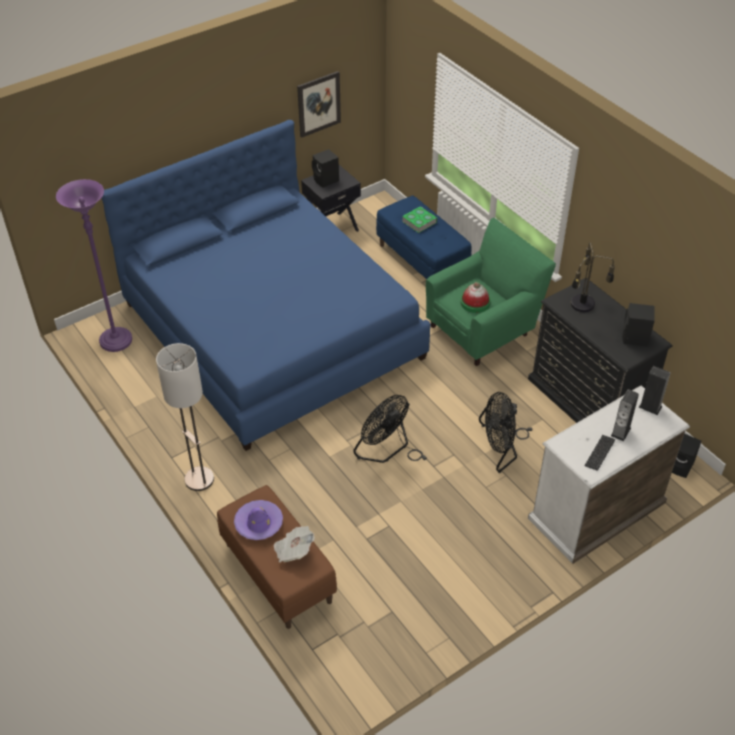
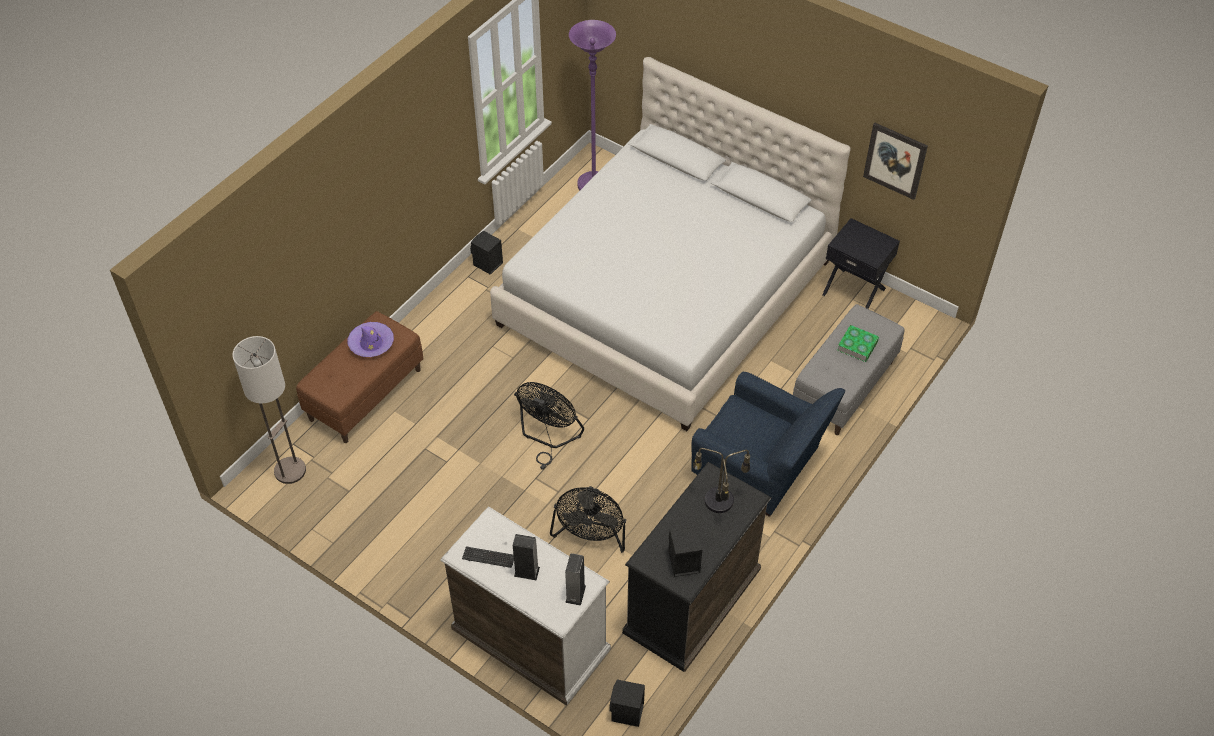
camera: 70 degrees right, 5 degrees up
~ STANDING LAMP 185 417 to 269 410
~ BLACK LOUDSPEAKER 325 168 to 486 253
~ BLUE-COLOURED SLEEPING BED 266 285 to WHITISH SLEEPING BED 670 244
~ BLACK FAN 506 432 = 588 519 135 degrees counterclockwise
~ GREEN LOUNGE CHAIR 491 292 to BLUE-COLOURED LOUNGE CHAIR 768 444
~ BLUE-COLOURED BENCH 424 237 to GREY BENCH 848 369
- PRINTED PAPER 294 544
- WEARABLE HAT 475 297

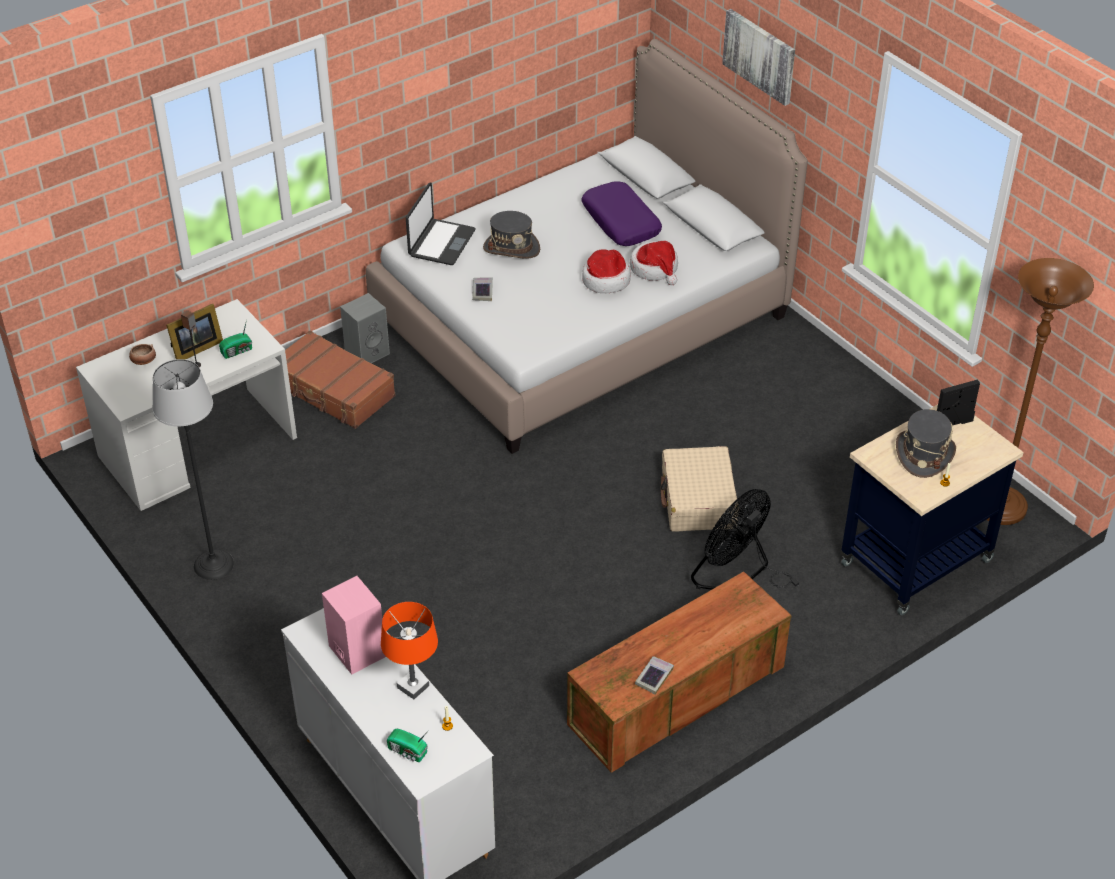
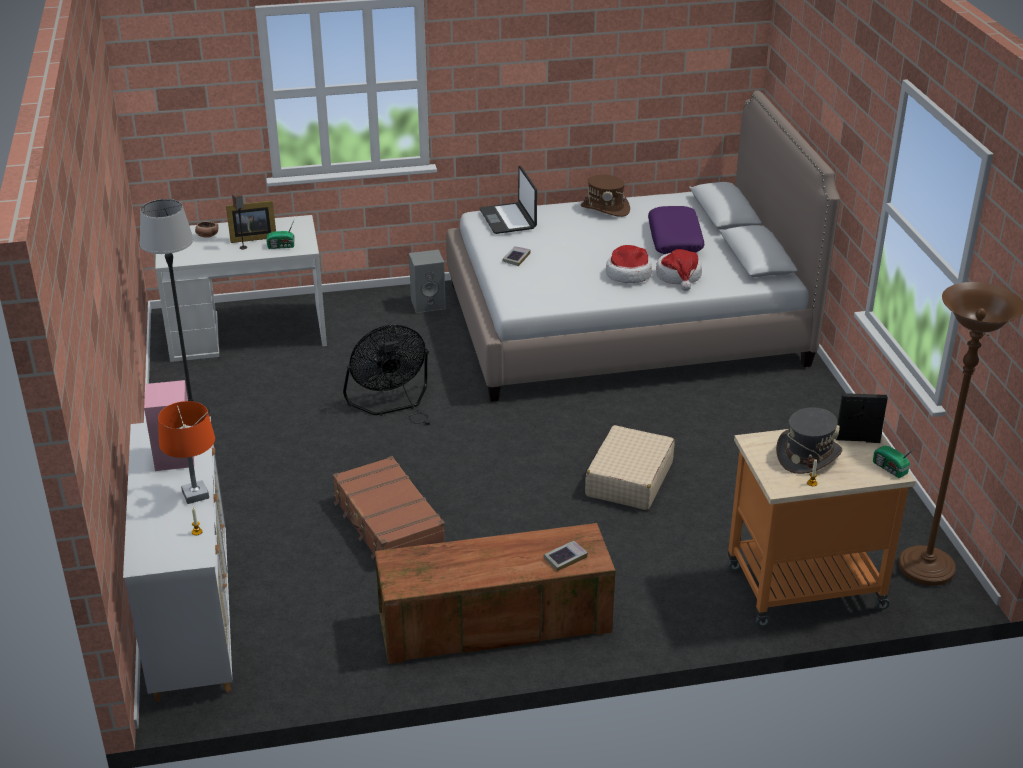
camera: 25 degrees right, 10 degrees down
~ BROWNISH PIECE OF LUGGAGE 340 380 to 389 507
~ BLACK FAN 745 539 to 386 375
~ LAPTOP 440 223 = 508 200 120 degrees clockwise
~ BOOK 654 675 to 566 556
+ BROWNISH WEARABLE HAT 605 196
~ BLUE-COLOURED TROLLEY 932 509 to ORANGE TROLLEY 822 528
~ RADIO SET 408 745 to 894 462
- GREY WEARABLE HAT 511 235
- PICTURE 758 57

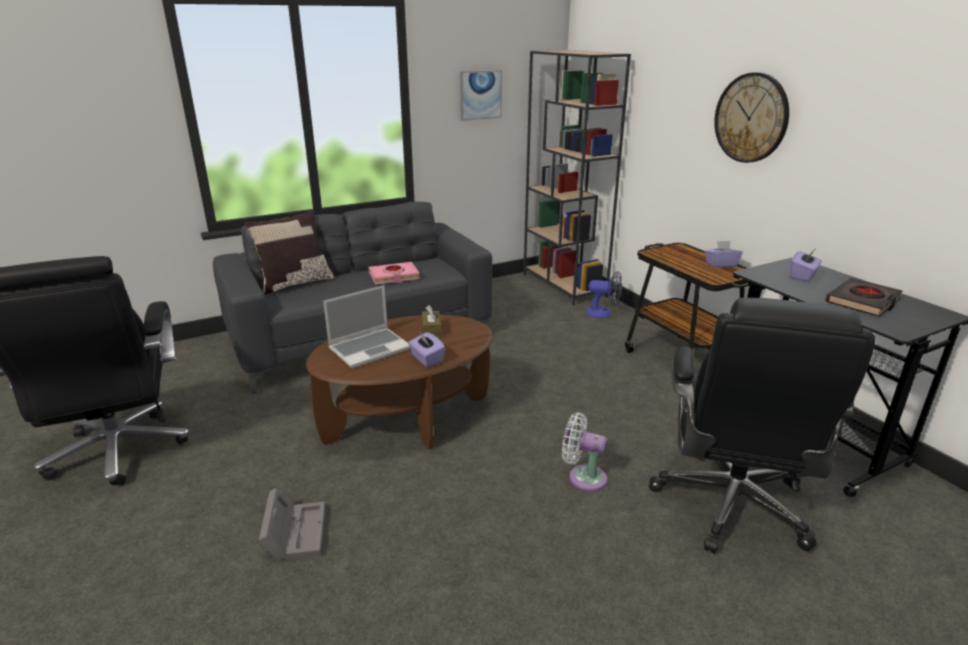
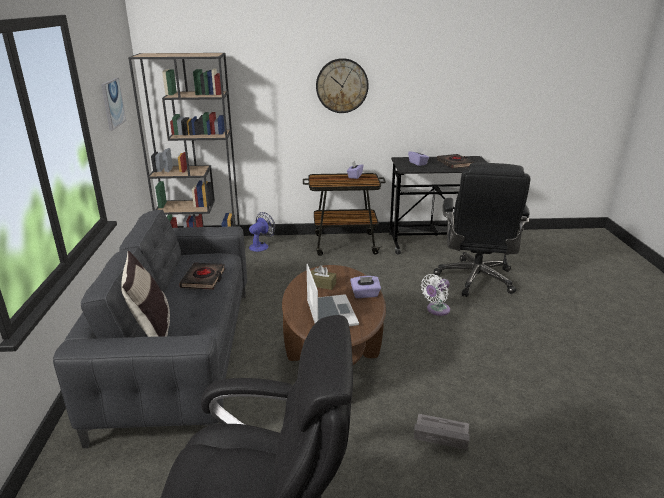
camera: 65 degrees left, 0 degrees up
~ PINKISH BOOK 394 273 to BLACK BOOK 202 276
~ BLACK COMPUTER CHAIR 762 425 = 482 230 60 degrees clockwise

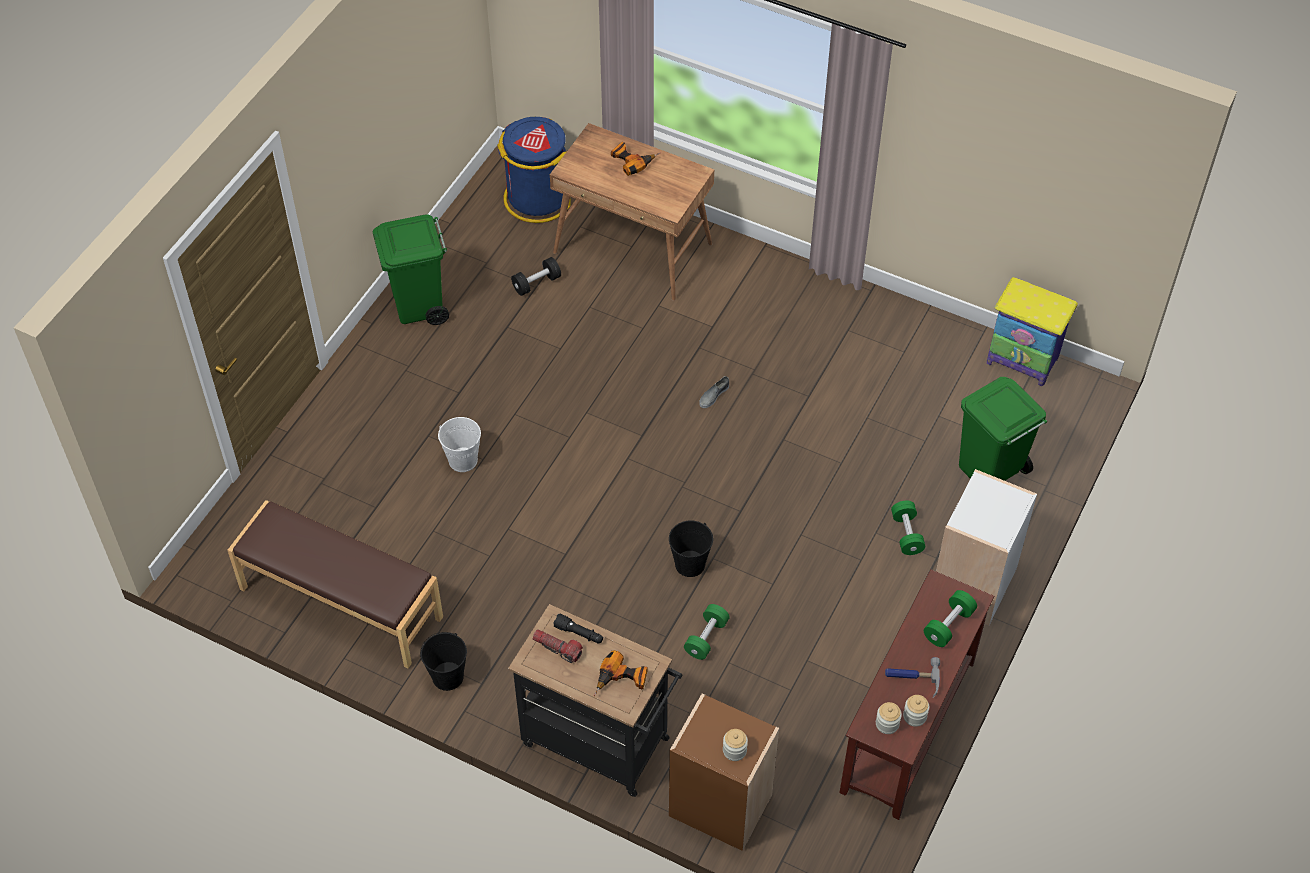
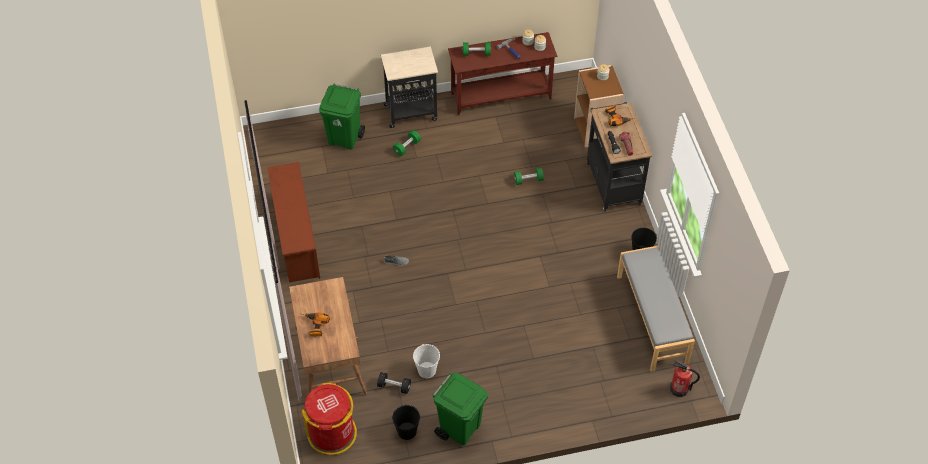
camera: 130 degrees left, 0 degrees up
+ BROWNISH SHOE STAND 293 222
~ BLUE-COLOURED WASTE BIN 534 170 to RED WASTE BIN 329 419
~ WHITISH SHELVING UNIT 986 547 to TROLLEY 409 87
~ BLACK BUCKET 691 549 to 406 422
~ WHITISH BUCKET 459 444 to 426 361
~ BROWNISH BENCH 335 584 to GREY BENCH 656 309
+ FIRE EXTINGUISHER 685 378
- NIGHT TABLE 1032 331

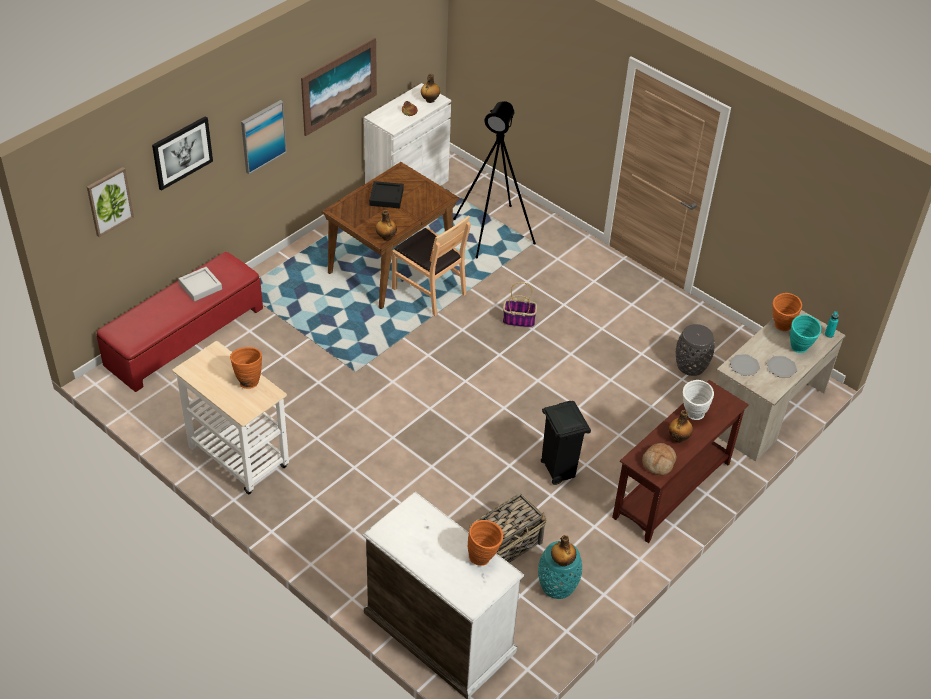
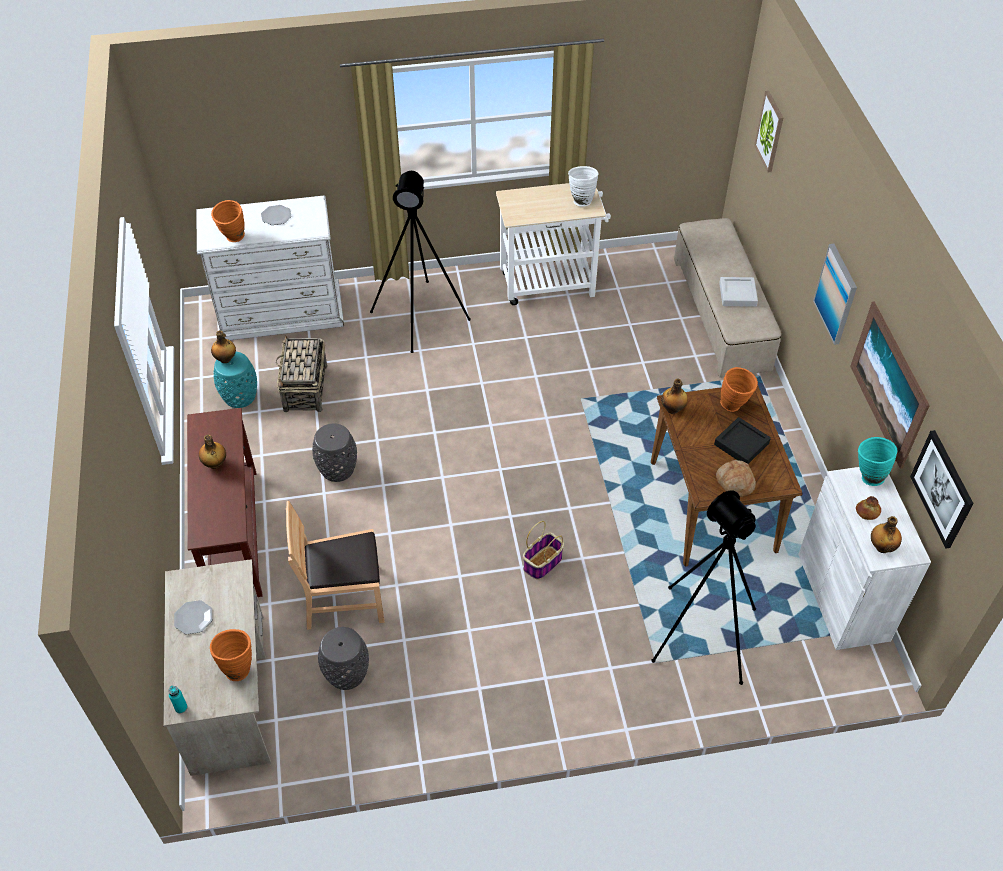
camera: 130 degrees right, 5 degrees up
~ DINNER PLATE 745 365 to 276 215
~ BROWNISH PLAIN CHAIR 431 265 to 335 565
~ BLACK WASTE BIN 566 443 to GREY STOOL SEAT 334 452
+ BLACK STANDING LAMP 420 262
~ WHITISH VASE 698 400 to 583 186
~ RED BENCH 180 322 to SAND-COLOURED BENCH 727 298
~ BAKERY BREAD 659 459 to 736 478
~ ORANGE VASE 246 368 to 739 389
~ TURQUOISE VASE 805 334 to 877 461
~ PICTURE 182 153 to 942 489

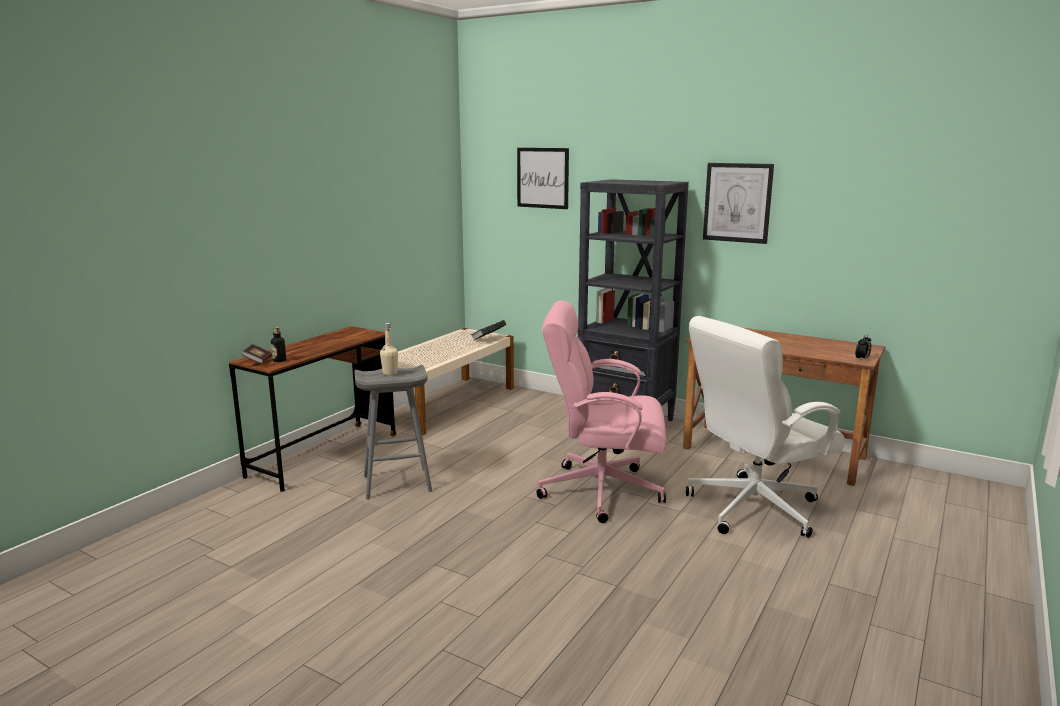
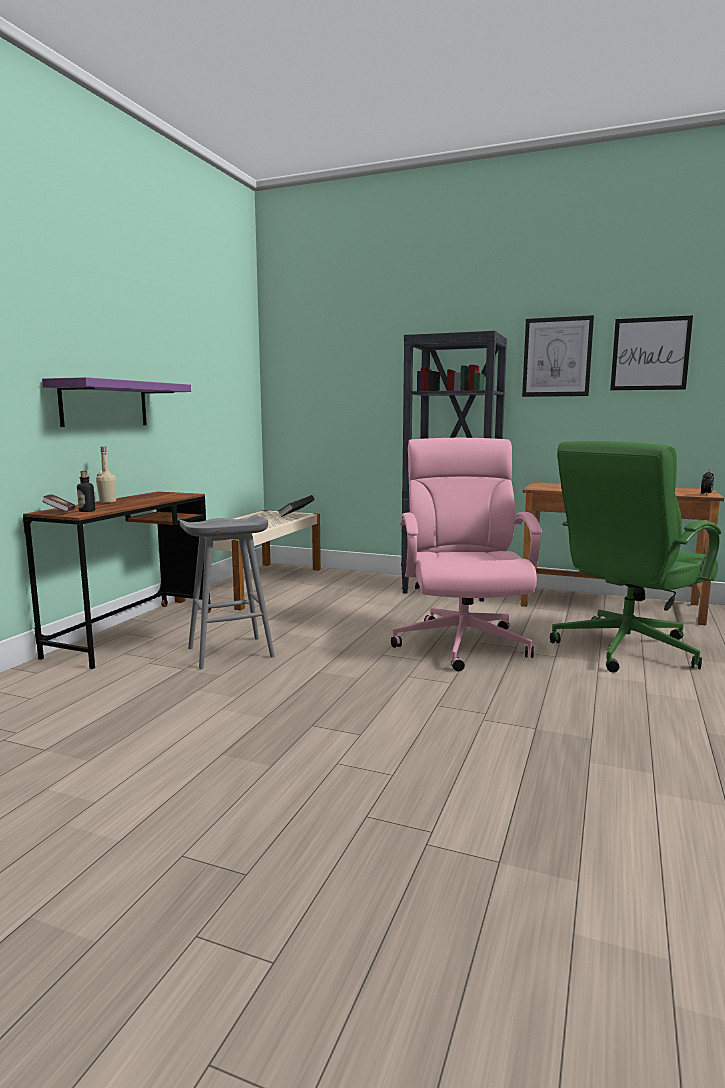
camera: 10 degrees left, 5 degrees down
+ PURPLE-COLOURED BRACKET SHELF 116 402
~ SAND-COLOURED BEVERAGE BOTTLE 389 349 to 106 475
~ PINKISH COMPUTER CHAIR 601 412 = 466 555 90 degrees clockwise
~ WHITISH COMPUTER CHAIR 765 427 to GREEN COMPUTER CHAIR 636 556
~ PICTURE 543 178 to 651 352

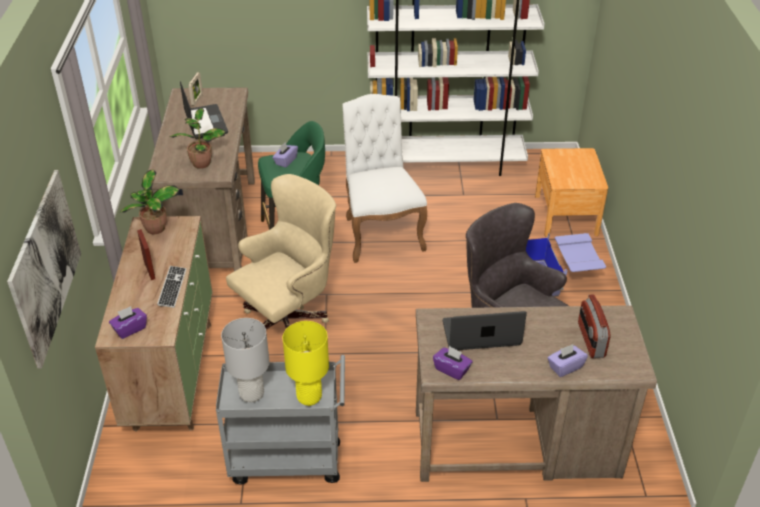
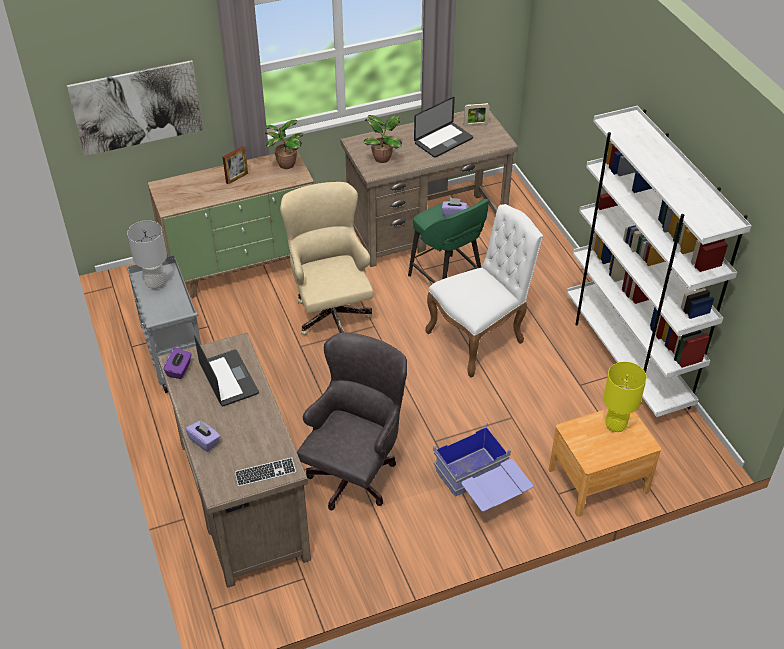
camera: 70 degrees right, 5 degrees up
~ PC KEYBOARD 172 287 to 265 472
~ SAND-COLOURED COMPUTER CHAIR 281 251 = 327 258 135 degrees counterclockwise
~ YELLOWISH LAMP FOR A TABLE 306 363 to 625 397
- PURPLE-COLOURED TISSUE HOLDER 128 322
- RADIO SET 594 326

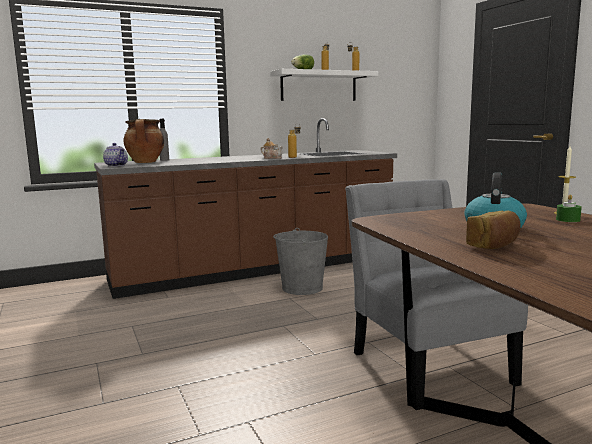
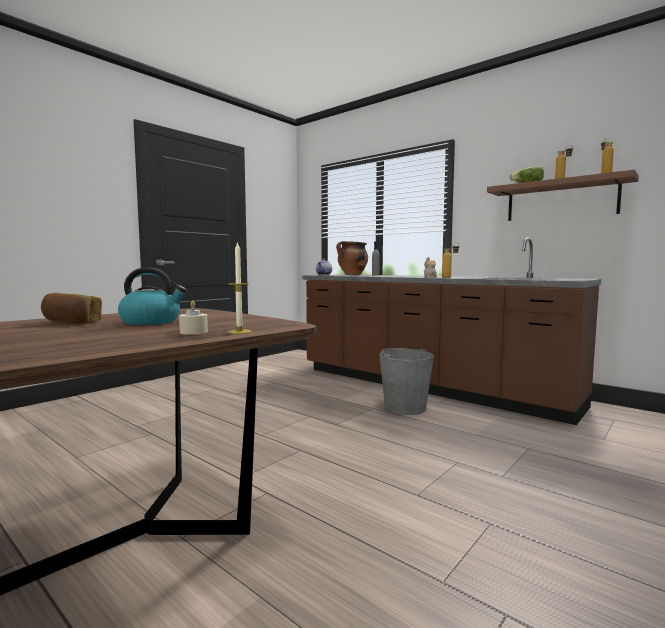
camera: 65 degrees right, 5 degrees down
~ GREEN CANDLE 569 208 to SAND-COLOURED CANDLE 193 317
~ WHITISH BRACKET SHELF 324 85 to BROWNISH BRACKET SHELF 563 195
- GREY PLAIN CHAIR 436 294

